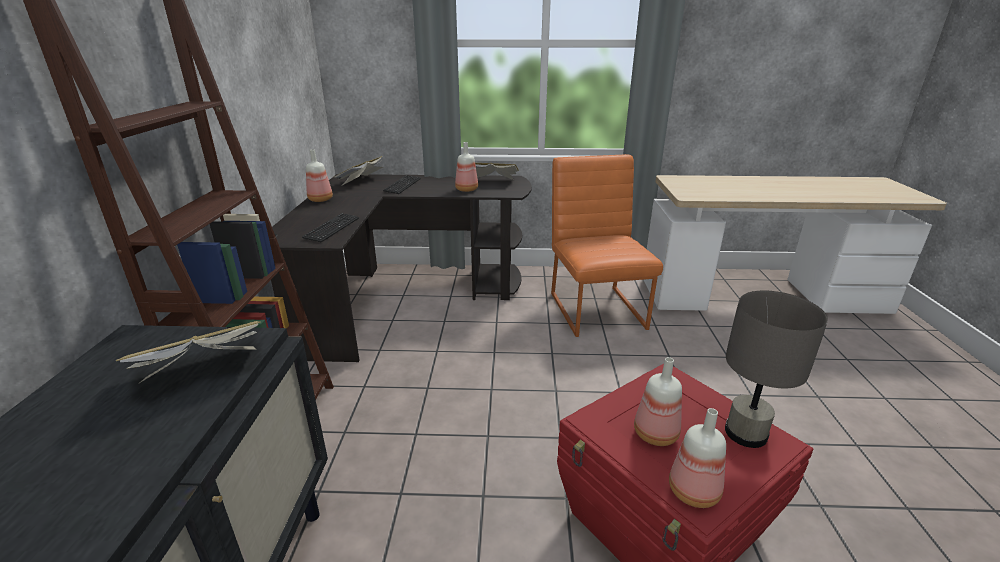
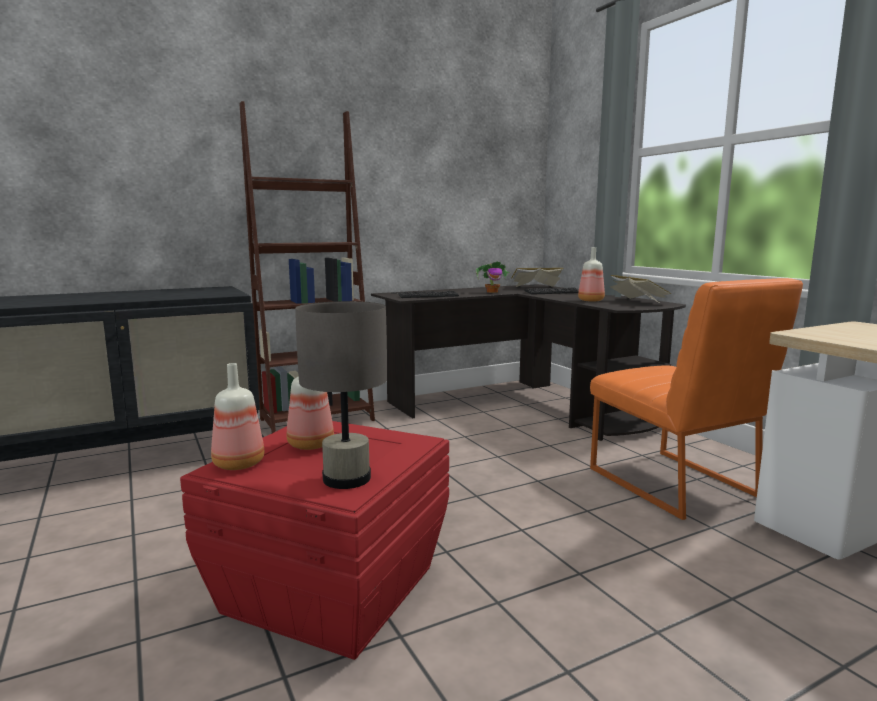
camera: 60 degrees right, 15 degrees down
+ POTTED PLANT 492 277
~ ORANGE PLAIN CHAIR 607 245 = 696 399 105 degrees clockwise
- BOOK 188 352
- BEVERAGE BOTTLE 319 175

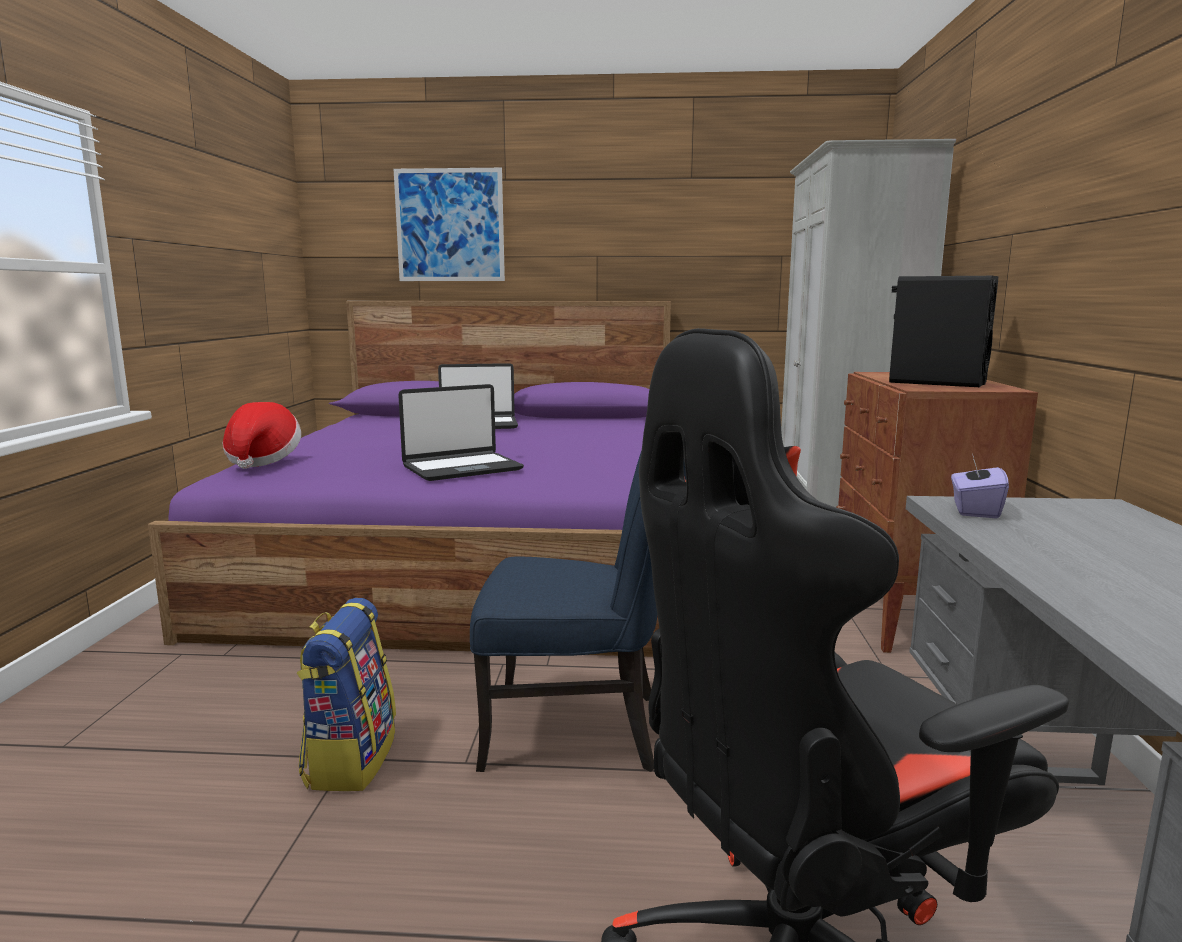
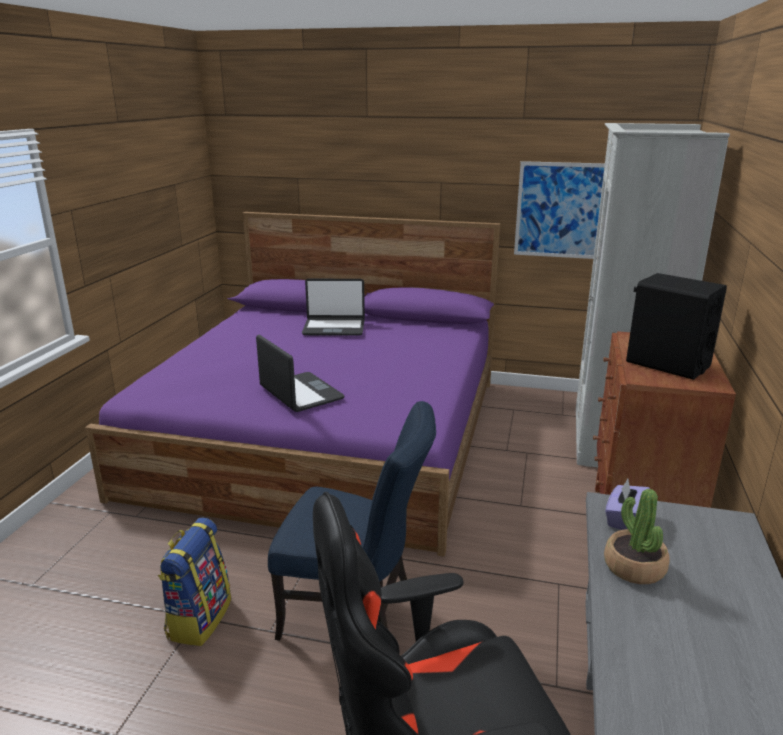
camera: 10 degrees right, 10 degrees up
~ LAPTOP 461 432 = 300 373 105 degrees counterclockwise
~ PICTURE 449 224 to 559 210
+ POTTED PLANT 637 536
- WEARABLE HAT 261 435

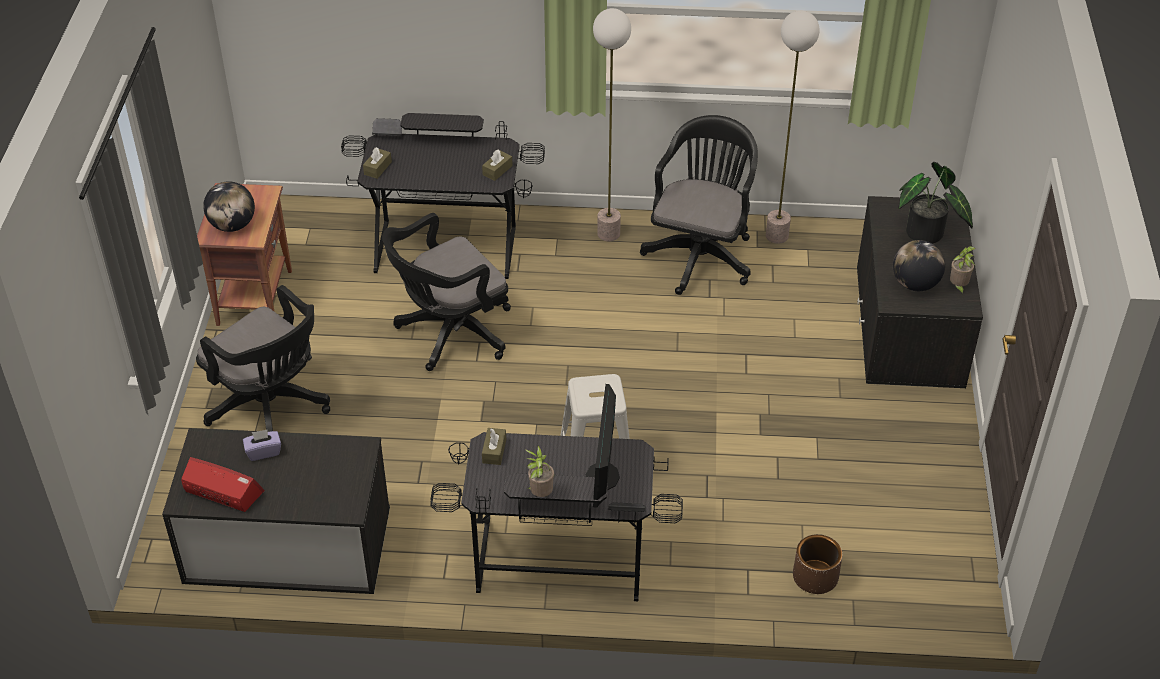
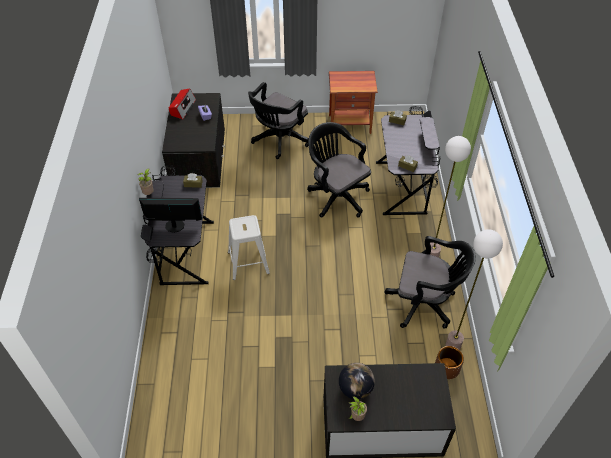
camera: 85 degrees right, 5 degrees up
~ BROWNISH FLOWER POT 818 564 to 449 362
- WORLD GLOBE 229 206
- POTTED PLANT 935 203

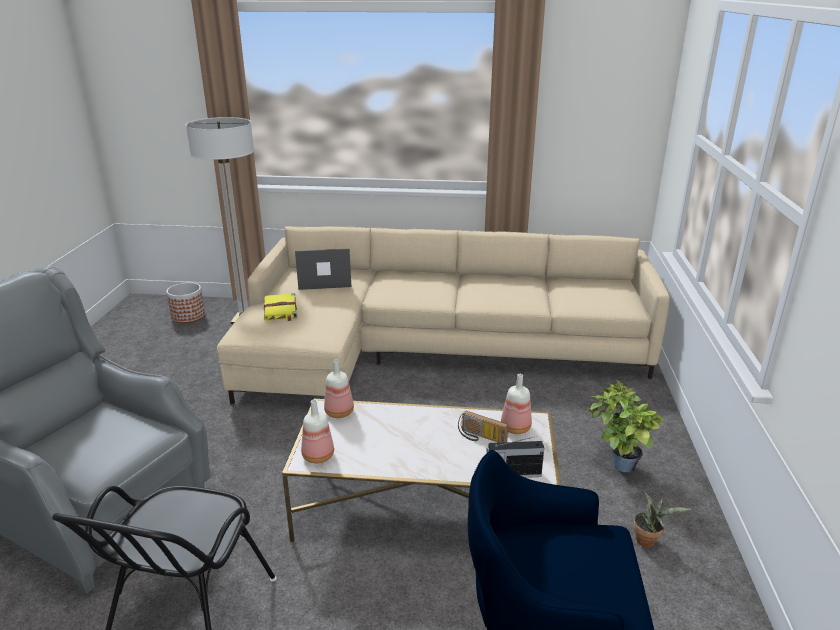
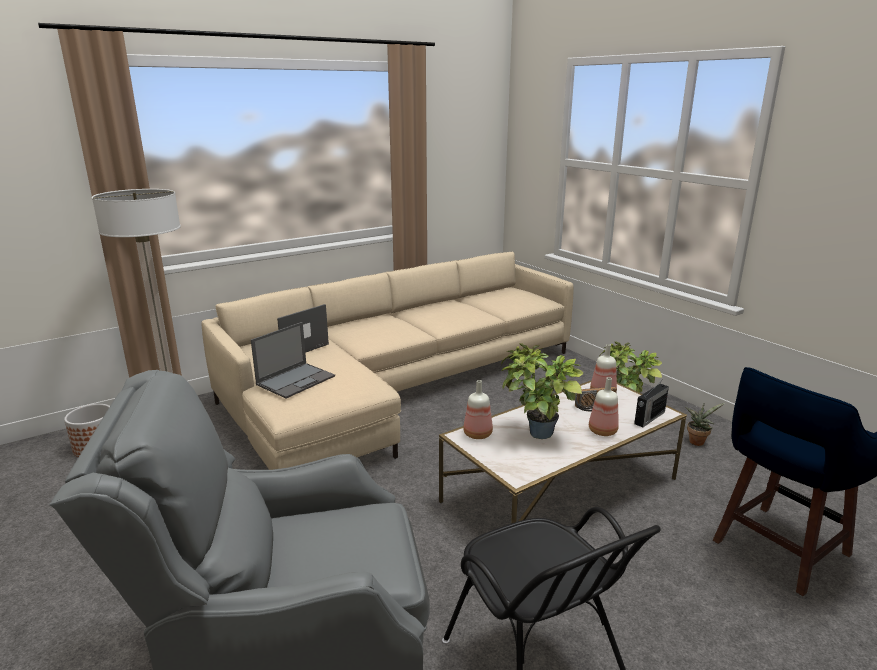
camera: 40 degrees left, 5 degrees down
~ YELLOWISH BOOK 280 307 to LAPTOP 293 360
+ POTTED PLANT 542 391
~ BEVERAGE BOTTLE 317 431 to 604 406

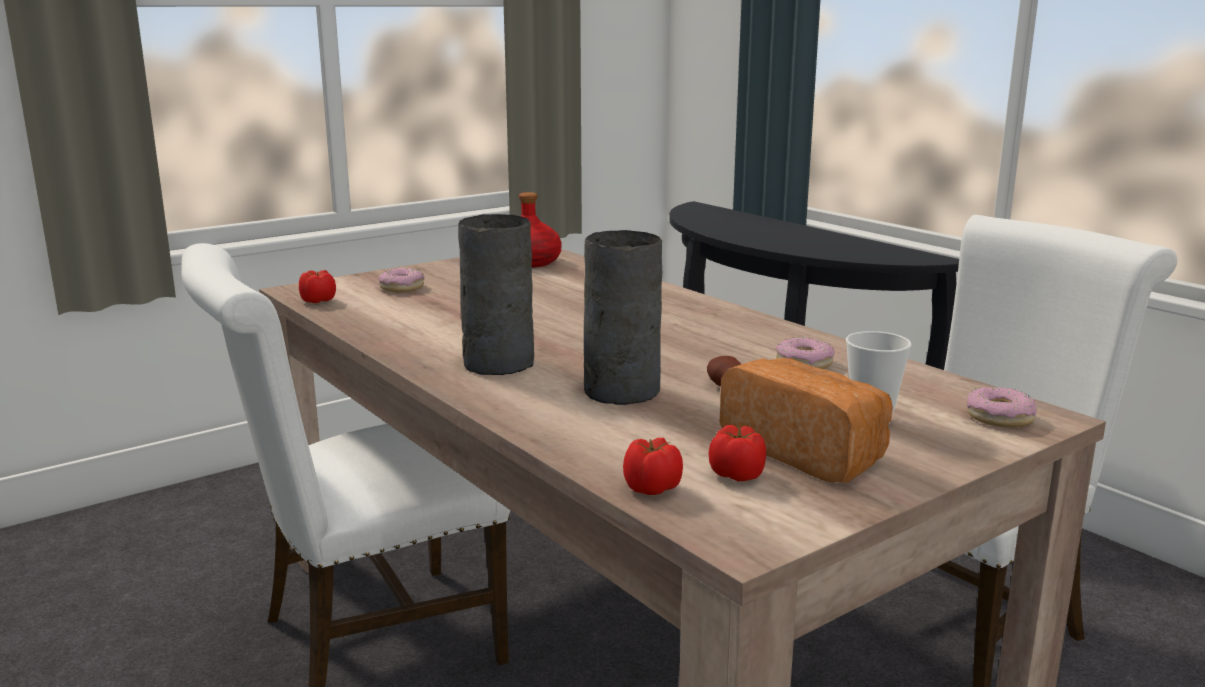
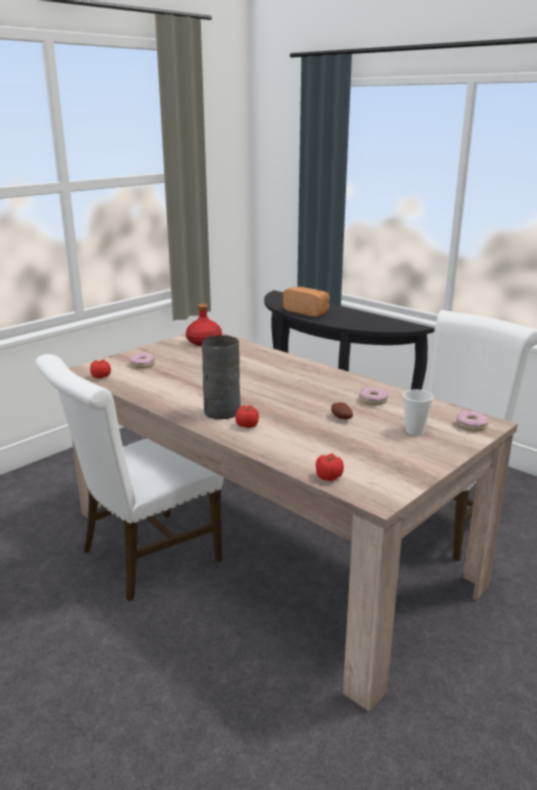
camera: 10 degrees left, 5 degrees up
~ FRESH TOMATO 737 453 to 247 416
~ BAKERY BREAD 806 420 to 306 302
- GREY VASE 623 317

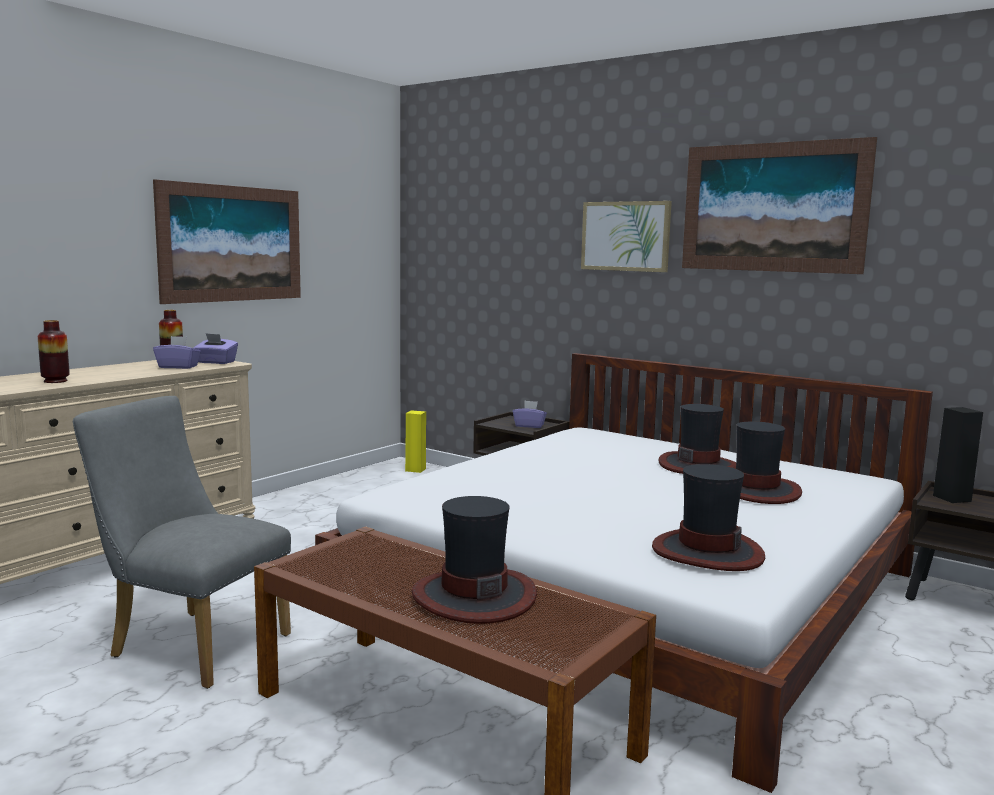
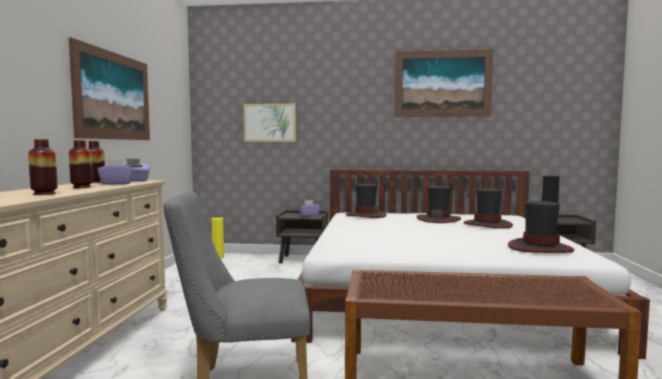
camera: 30 degrees left, 5 degrees down
+ VASE 81 164
~ PICTURE 626 236 to 269 123
~ WEARABLE HAT 474 560 to 366 201

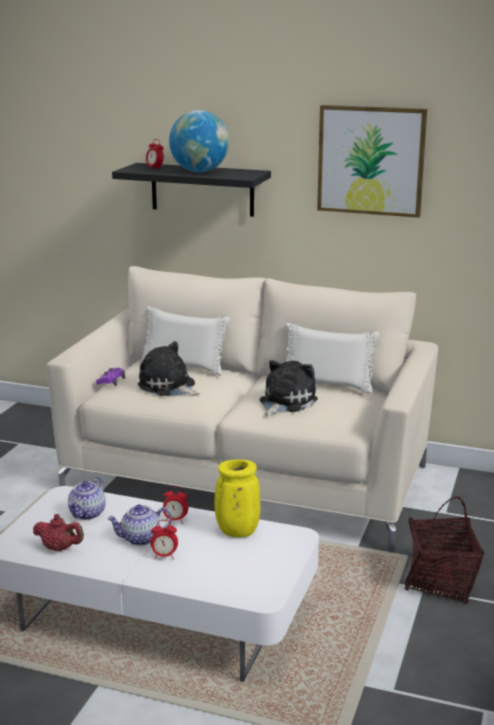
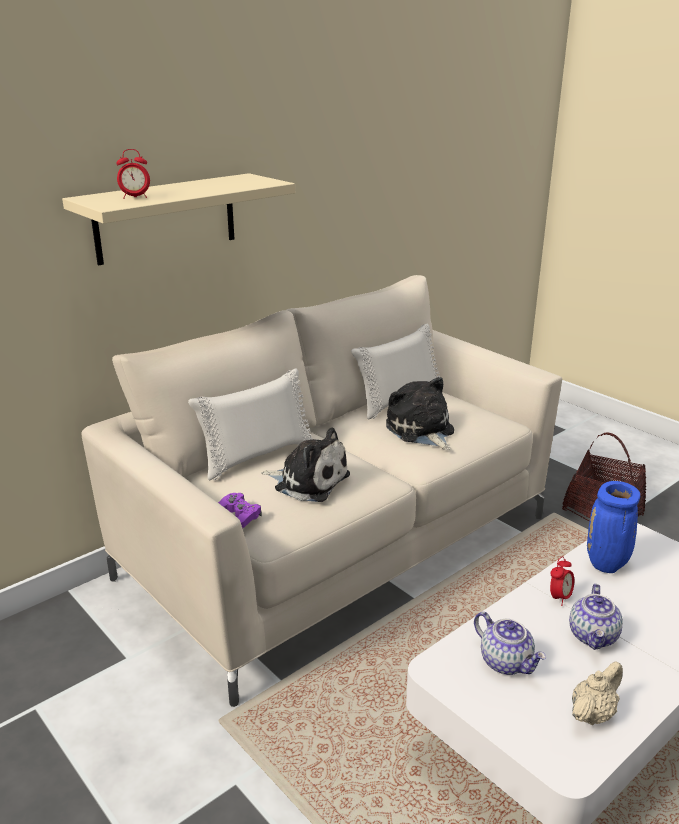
camera: 60 degrees left, 5 degrees up
~ BLACK BRACKET SHELF 191 190 to SAND-COLOURED BRACKET SHELF 178 219
~ PLUSH TOY 169 368 = 305 464 135 degrees counterclockwise
~ RED TEAPOT 58 532 to SAND-COLOURED TEAPOT 597 693
~ YELLOWISH VASE 237 498 to BLUE-COLOURED VASE 613 527
- TABLE CLOCK 164 540
- WORLD GLOBE 199 141
- PICTURE 372 161

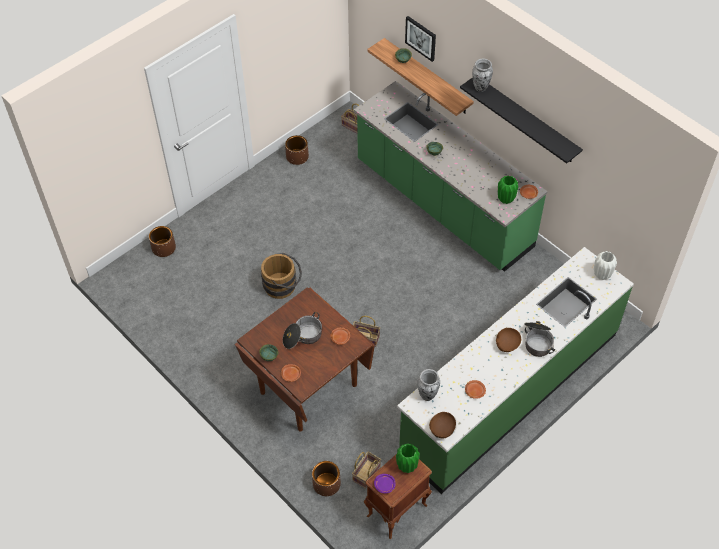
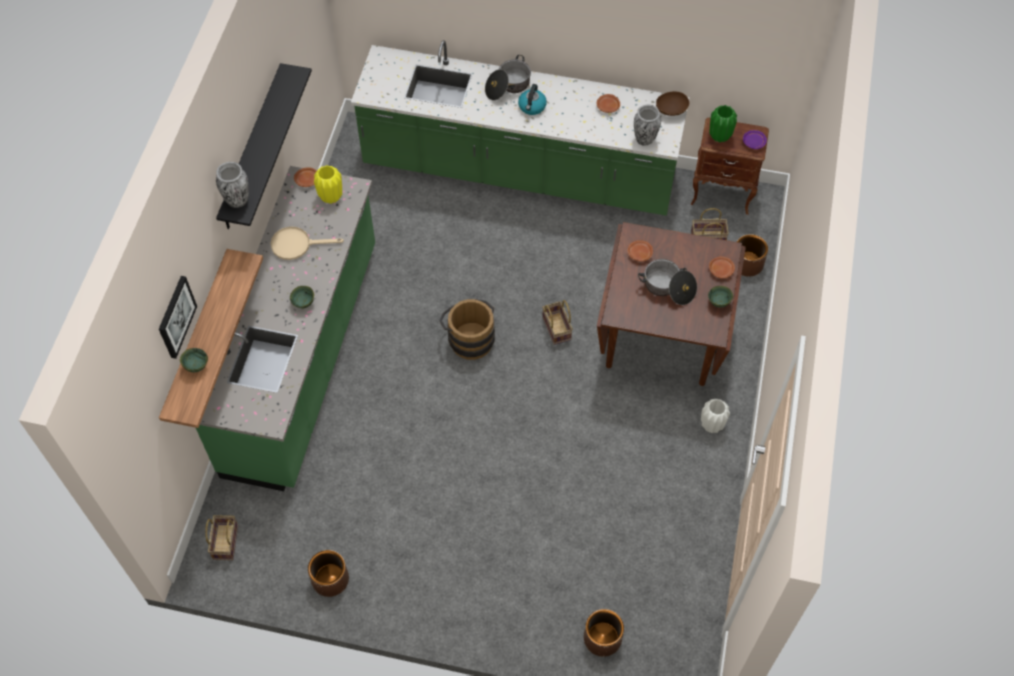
camera: 125 degrees left, 5 degrees up
+ SAND-COLOURED FRYING PAN 307 243
~ GREEN VASE 508 189 to YELLOWISH VASE 328 184
~ BROWNISH BUCKET 281 276 to 467 329
~ BROWNISH BOWL 508 340 to KETTLE 532 99
~ WHITISH VASE 605 265 to 715 416

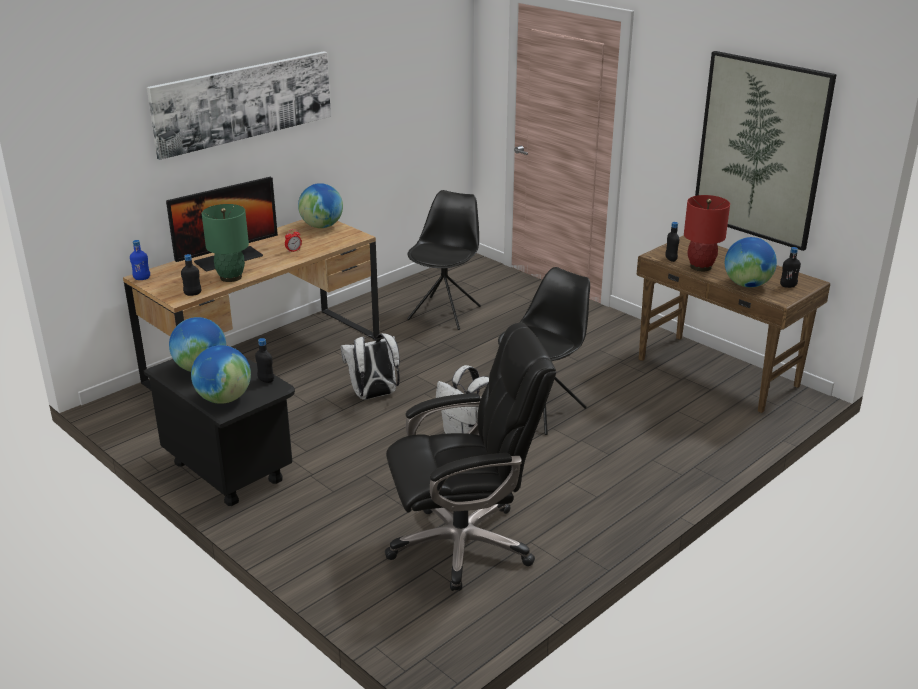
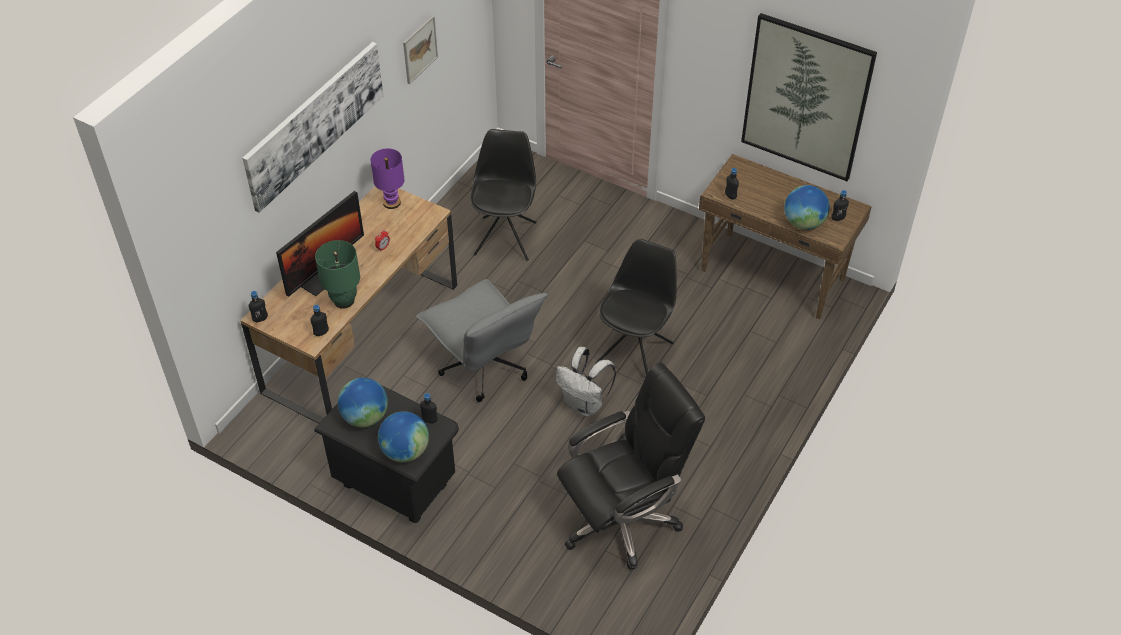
camera: 15 degrees left, 20 degrees up
~ BLUE-COLOURED BEVERAGE BOTTLE 140 260 to BLACK BEVERAGE BOTTLE 258 306
~ WORLD GLOBE 320 205 to PURPLE-COLOURED LAMP FOR A TABLE 387 178
+ PICTURE 420 49
~ WHITISH RUCKSACK 370 366 to GREY COMPUTER CHAIR 482 340
- RED LAMP FOR A TABLE 707 233

